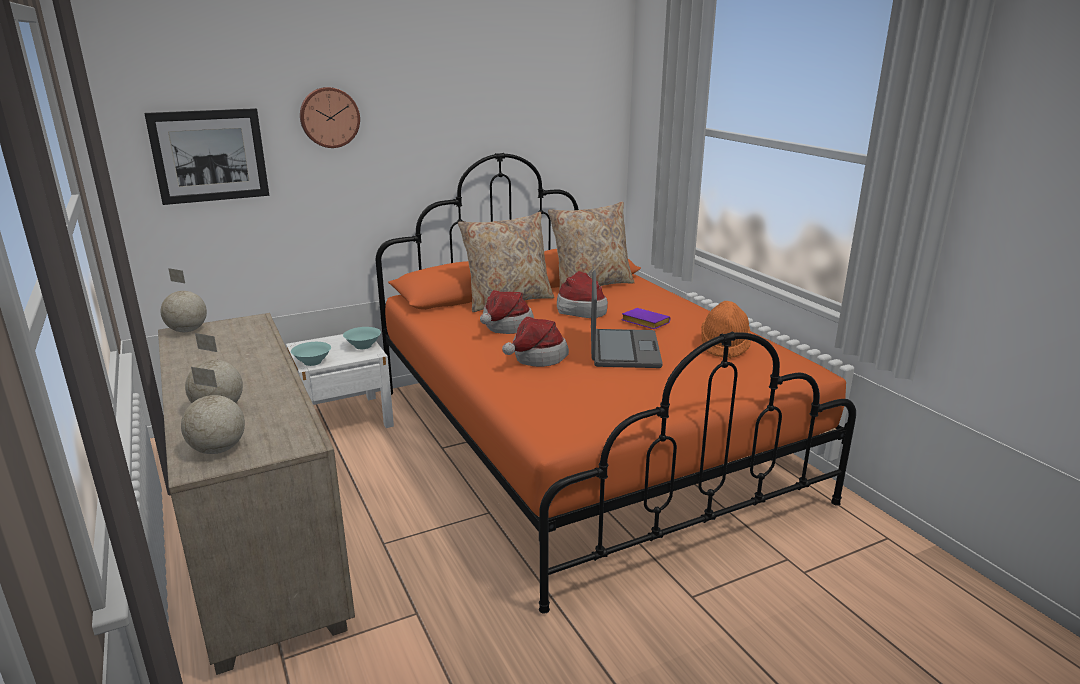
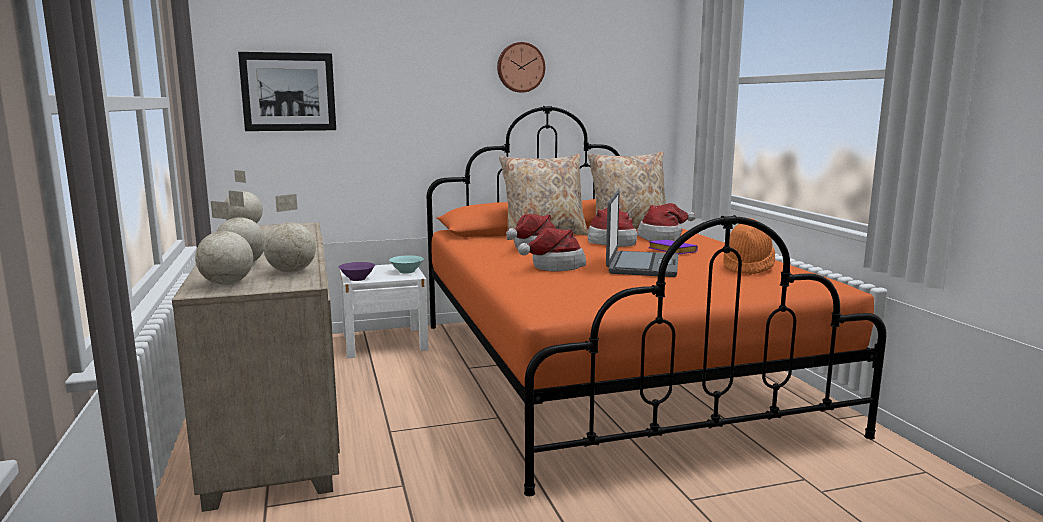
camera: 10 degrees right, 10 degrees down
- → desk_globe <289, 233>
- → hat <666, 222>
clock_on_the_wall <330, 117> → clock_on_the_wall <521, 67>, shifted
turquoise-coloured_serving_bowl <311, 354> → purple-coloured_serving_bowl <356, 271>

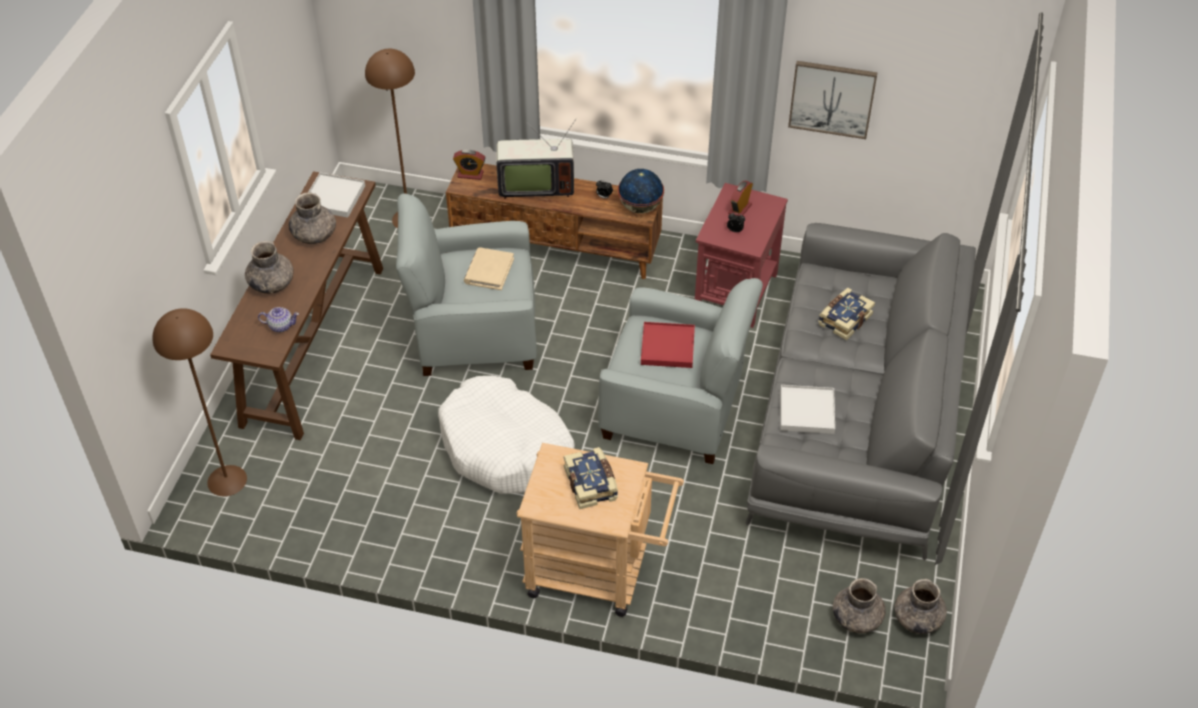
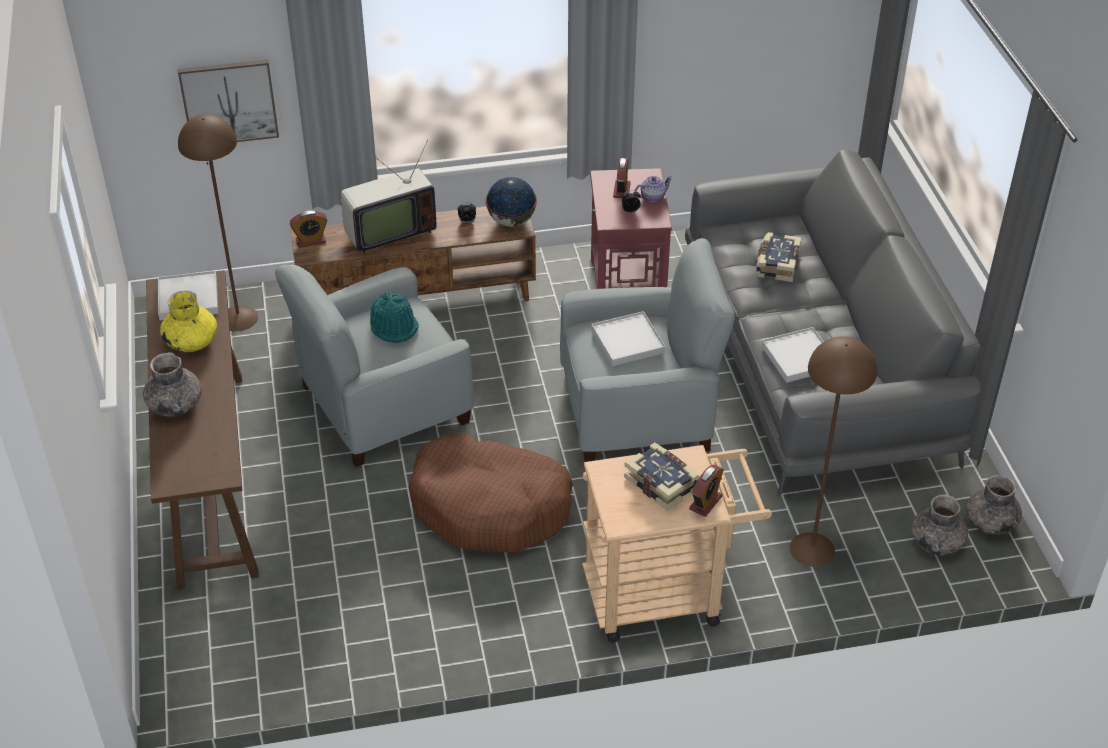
camera: 25 degrees left, 5 degrees down
- → alarm_clock <706, 491>
brownish_standing_lamp <199, 402> → brownish_standing_lamp <833, 452>, shifted
teapot <278, 319> → teapot <653, 189>, shifted
wall_art <833, 100> → wall_art <228, 101>, shifted
beige_volume <489, 268> → turquoise-coloured_hat <394, 317>
grey_vase <312, 218> → yellow-coloured_vase <188, 321>
white_pet_bed <506, 435> → brownish_pet_bed <491, 493>
reddish_tray <668, 345> → white_tray <628, 338>

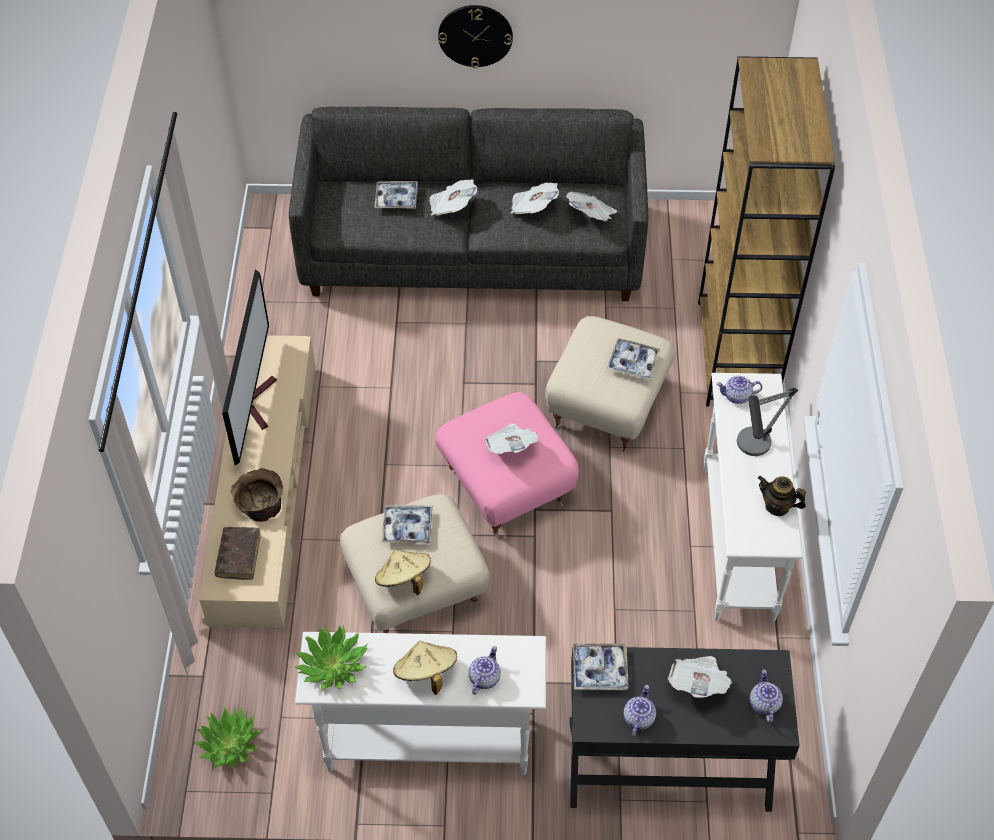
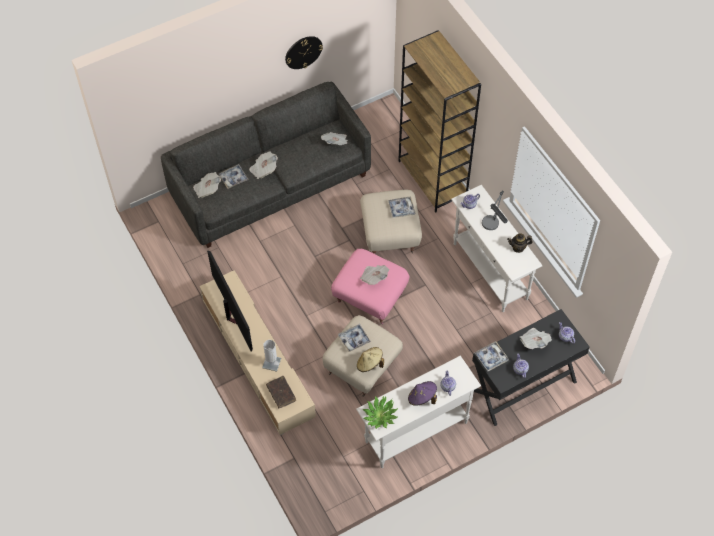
camera: 30 degrees left, 5 degrees up
potted_plant <227, 738> → -
clock_on_the_wall <475, 36> → clock_on_the_wall <304, 52>, shifted
daily_paper <535, 198> → daily_paper <207, 185>, shifted
brownish_serving_bowl <257, 495> → white_table_lamp <271, 356>
beige_hat <425, 668> → purple-coloured_hat <422, 393>

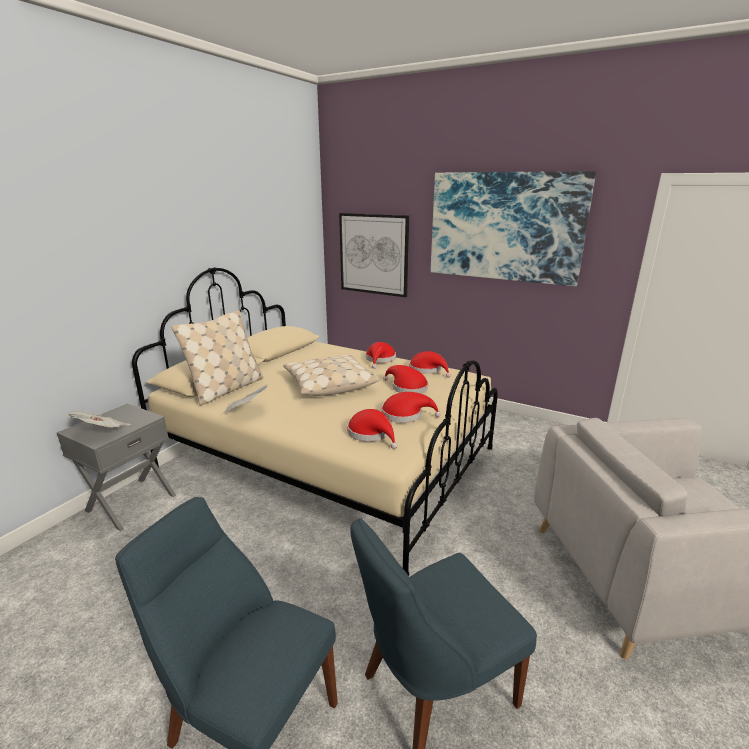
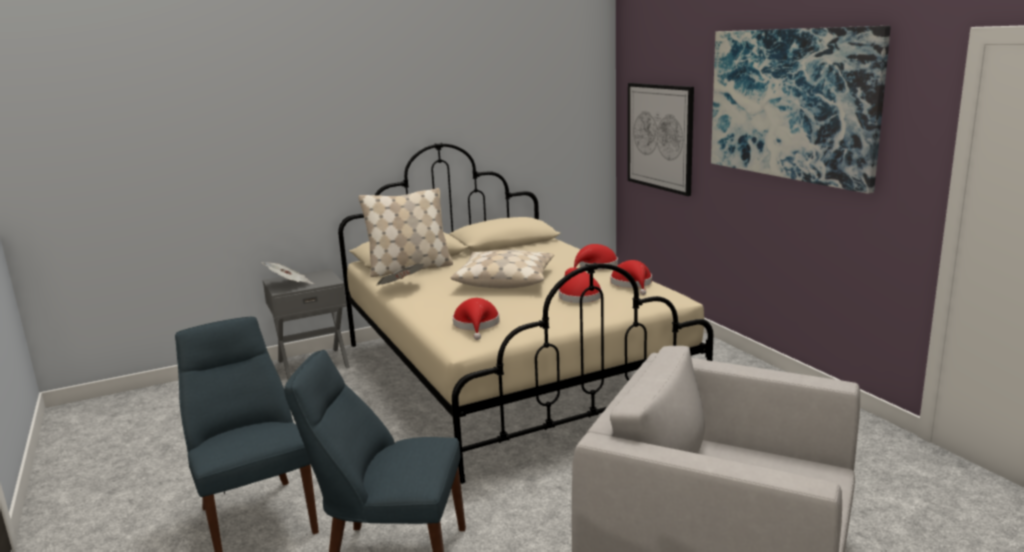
camera: 35 degrees right, 5 degrees down
reddish_hat <411, 407> → -

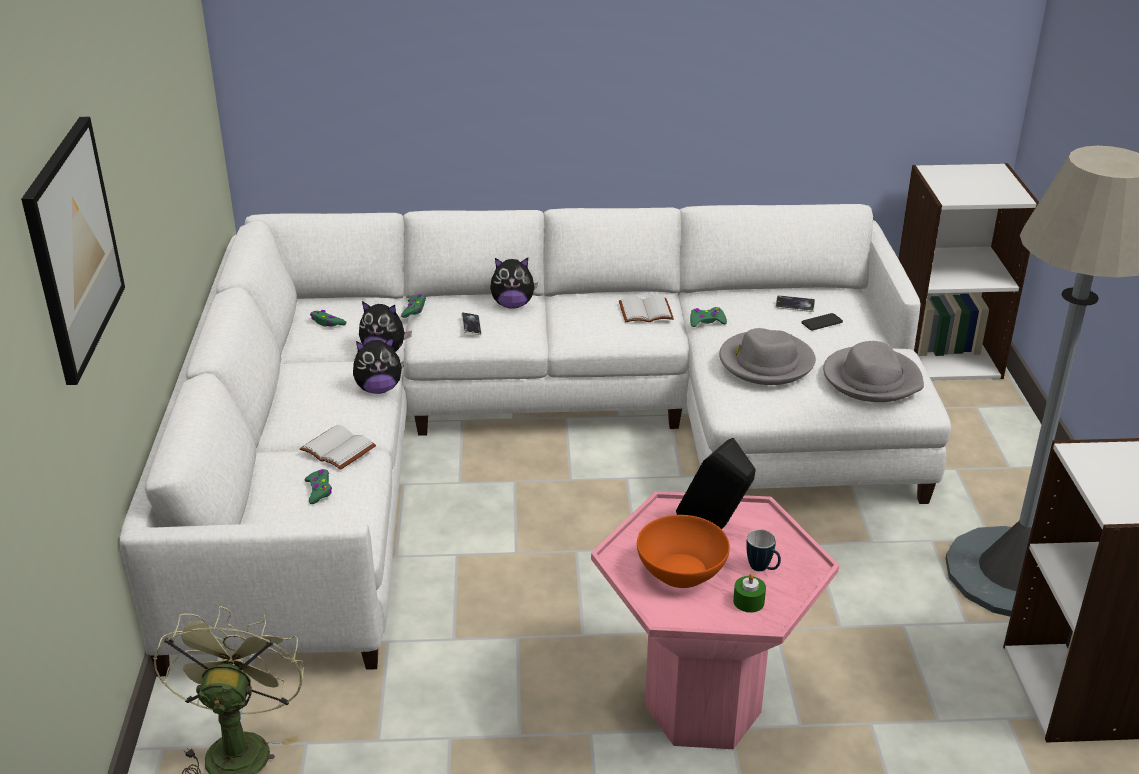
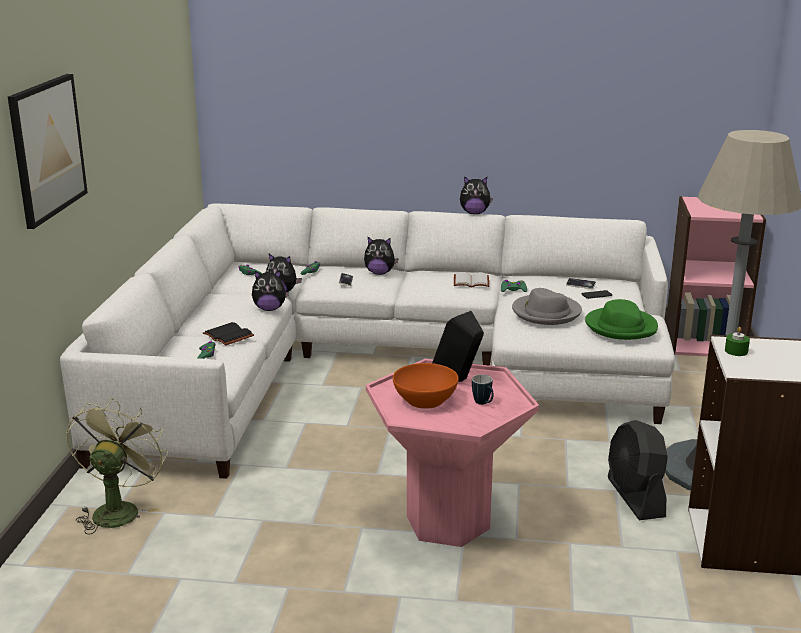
camera: 10 degrees right, 10 degrees down
- → plush_toy <476, 195>
- → black-coloured_cooling_fan <638, 470>
greenish_wax_light <749, 593> → greenish_wax_light <737, 341>, shifted
white_volume <337, 447> → black-coloured_volume <228, 334>
grey_hat <873, 371> → greenish_hat <621, 319>
white_bookshelf <968, 271> → pinkish_bookshelf <716, 276>

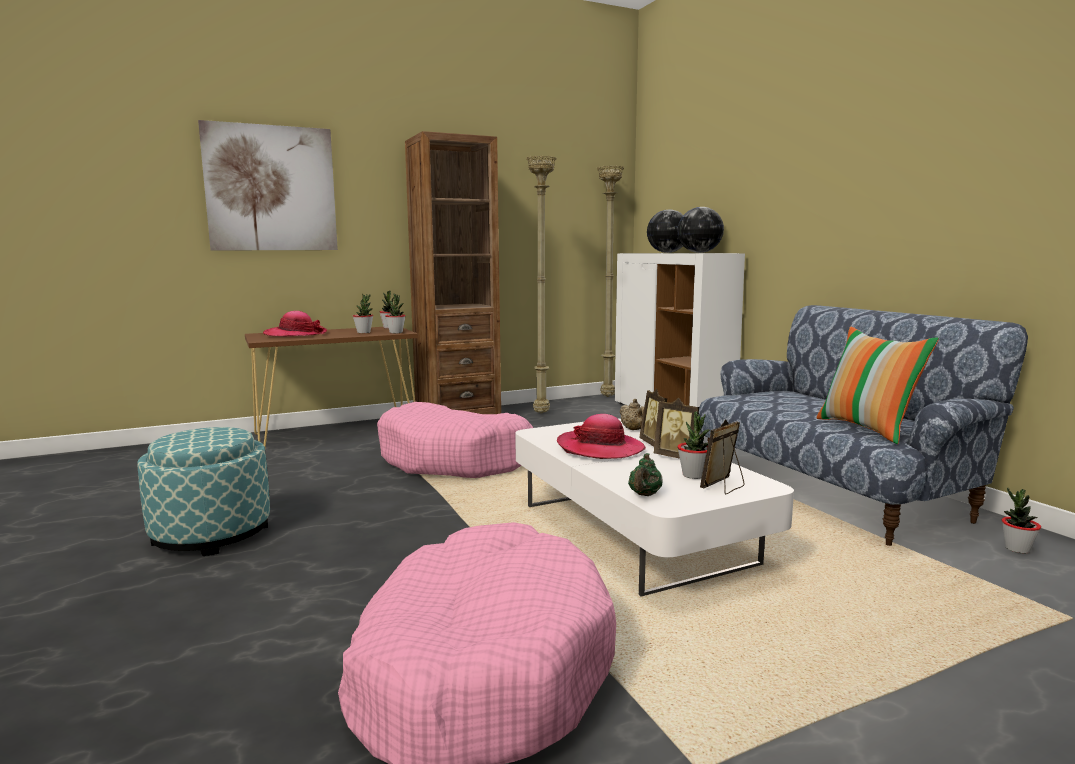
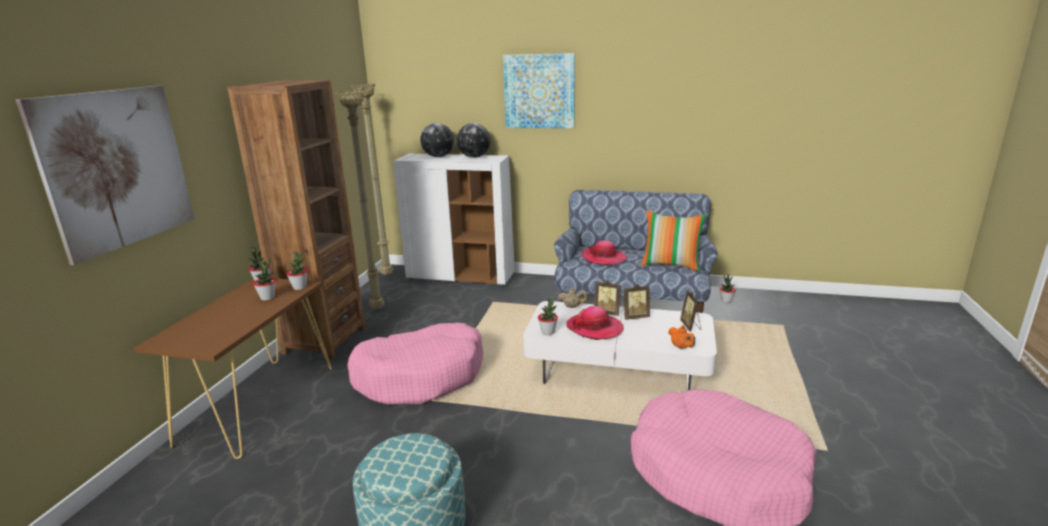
camera: 50 degrees left, 10 degrees up
- → wall_art <539, 90>
hat <295, 323> → hat <604, 252>, shifted
potted_plant <693, 445> → potted_plant <548, 316>, shifted
greenish_teapot <645, 474> → orangey_teapot <681, 337>

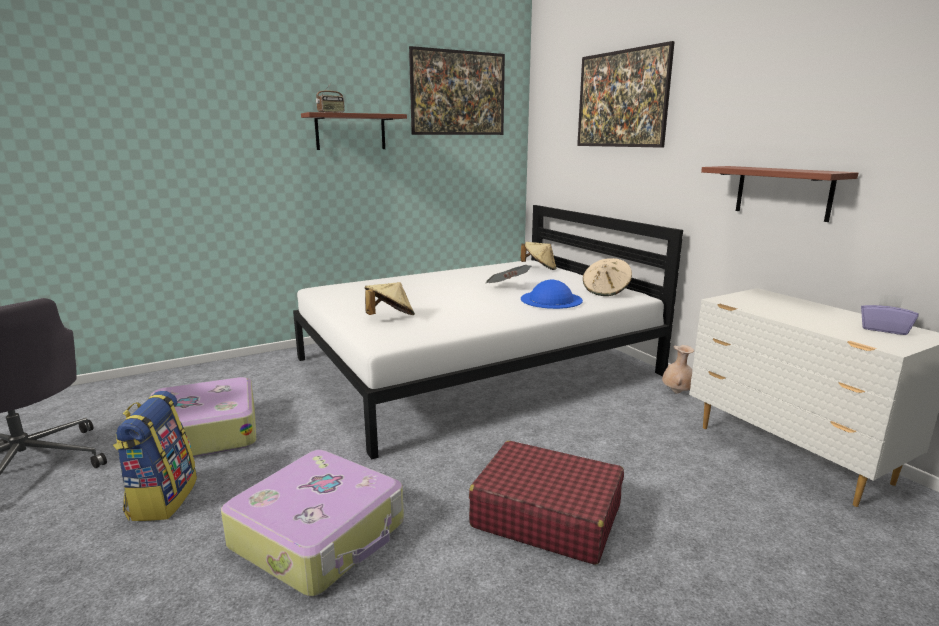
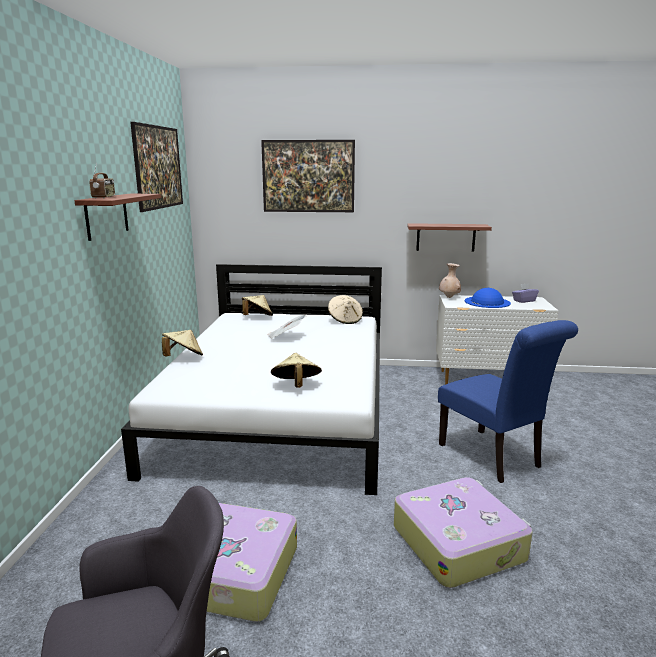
camera: 55 degrees left, 0 degrees up
rucksack <155, 456> → -
- → beige_hat <182, 343>
blue-coloured_hat <552, 294> → blue-coloured_hat <488, 298>, shifted
beige_vase <678, 369> → beige_vase <450, 280>, shifted
reddish_suitcase <546, 503> → blue-coloured_plain_chair <508, 401>

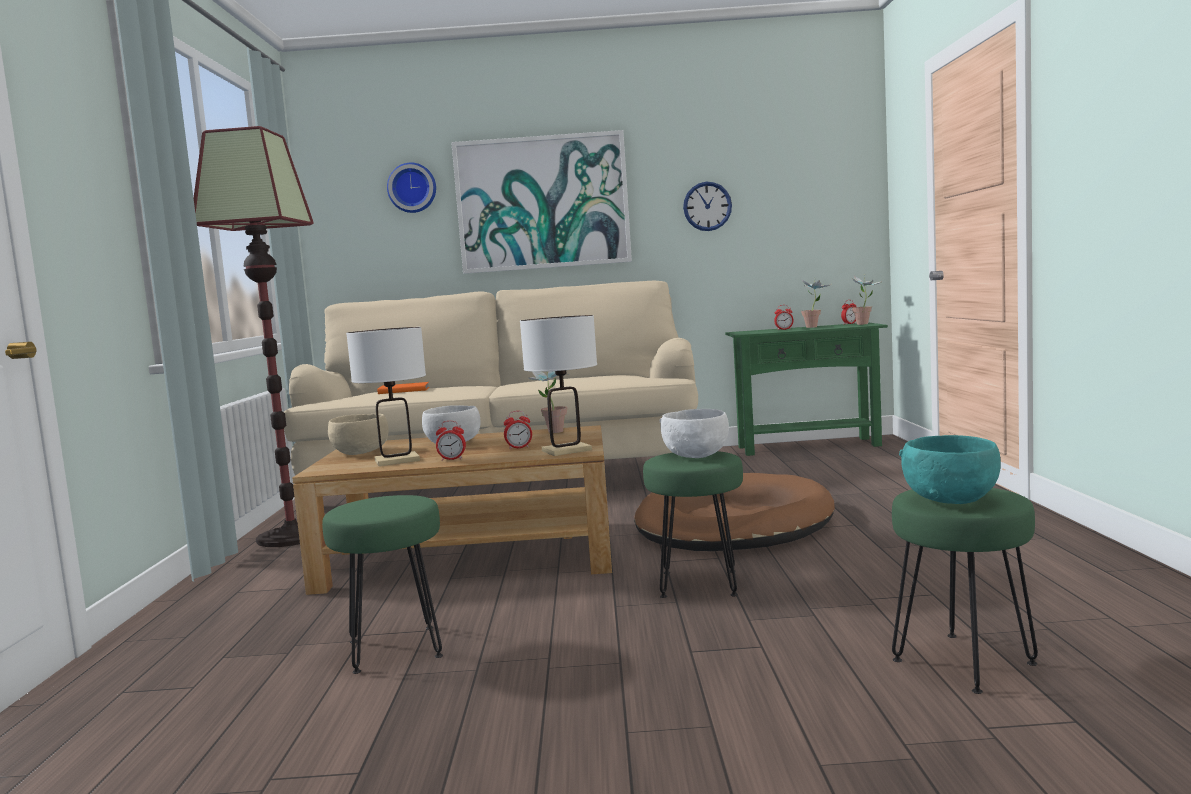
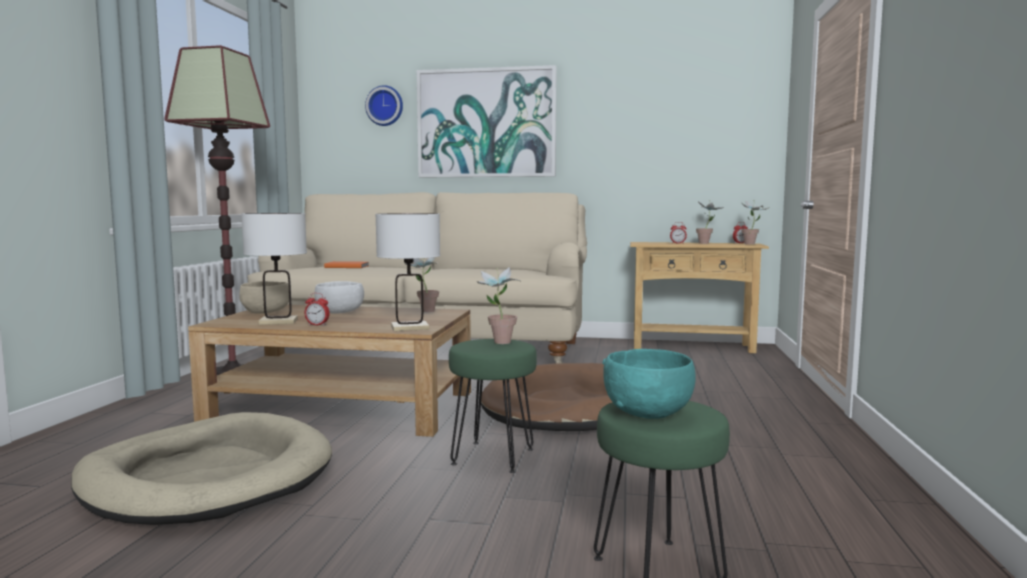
camera: 10 degrees right, 0 degrees up
alarm_clock <518, 430> → -
clock_on_the_wall <707, 206> → -
greenish_sitting_stool <382, 584> → beige_pet_bed <201, 468>
white_serving_bowl <694, 433> → potted_plant <499, 305>
greenish_hall_table <806, 389> → beige_hall_table <699, 297>

